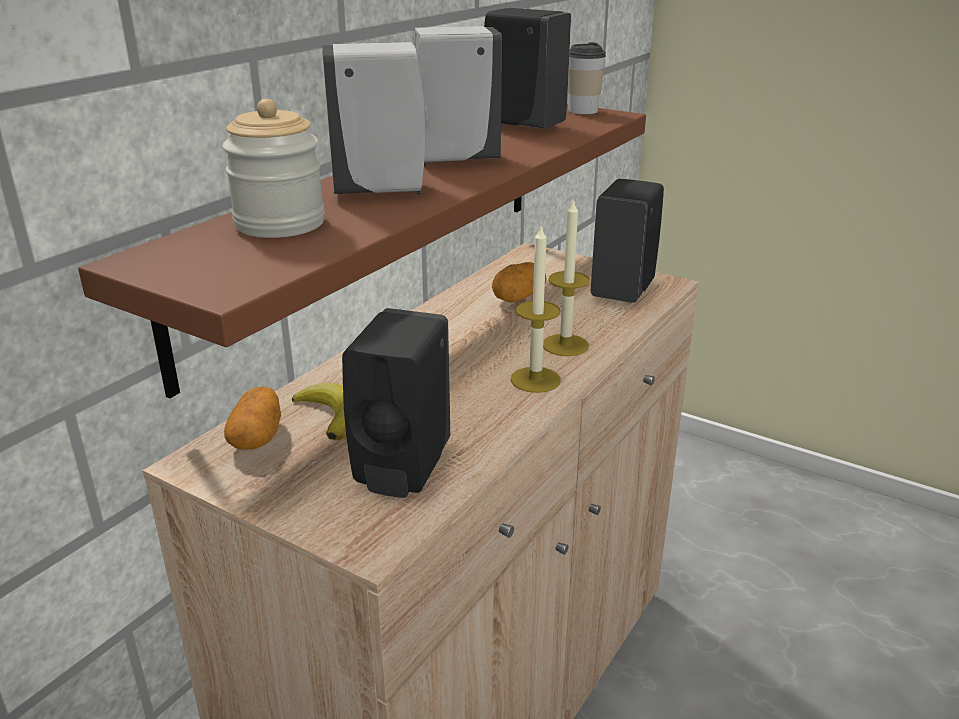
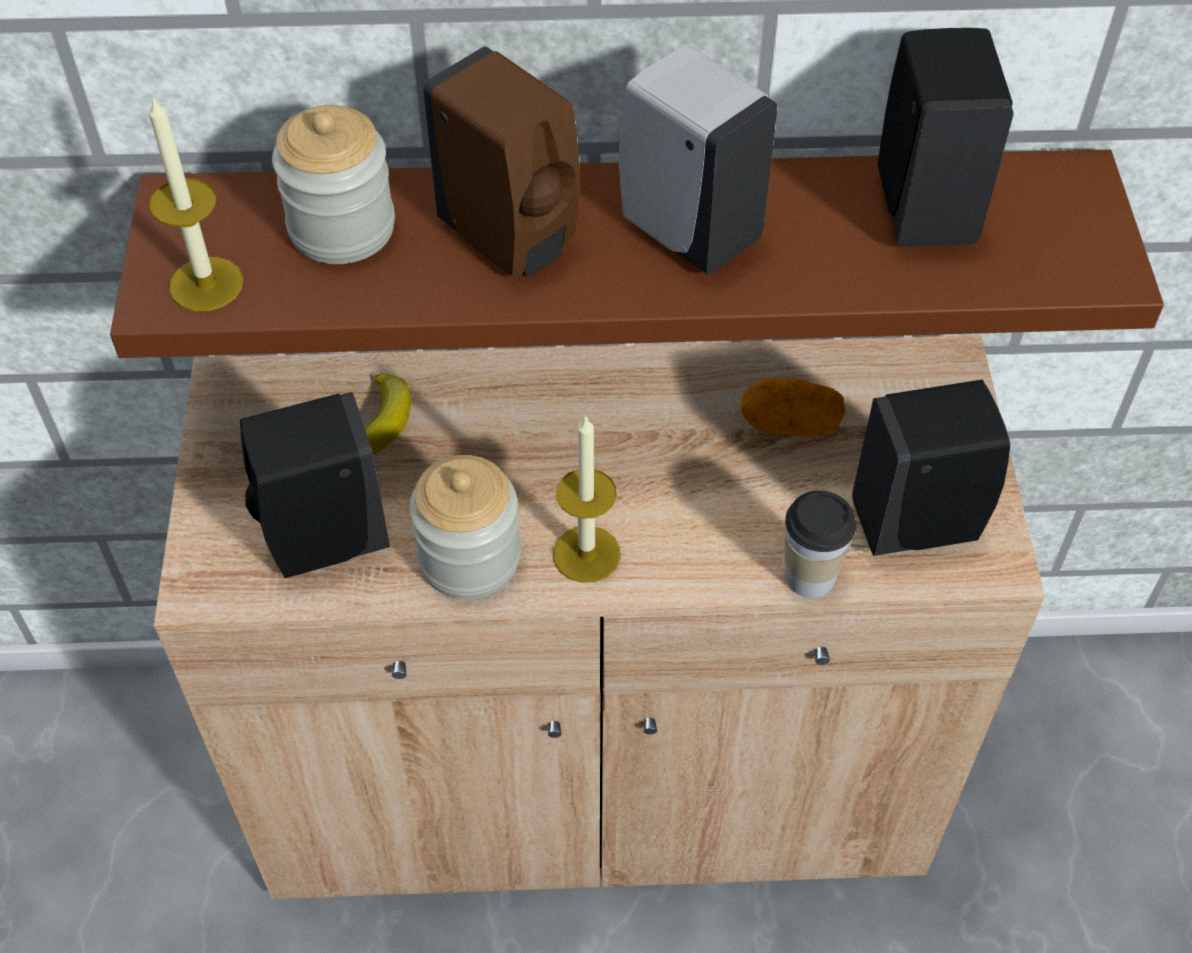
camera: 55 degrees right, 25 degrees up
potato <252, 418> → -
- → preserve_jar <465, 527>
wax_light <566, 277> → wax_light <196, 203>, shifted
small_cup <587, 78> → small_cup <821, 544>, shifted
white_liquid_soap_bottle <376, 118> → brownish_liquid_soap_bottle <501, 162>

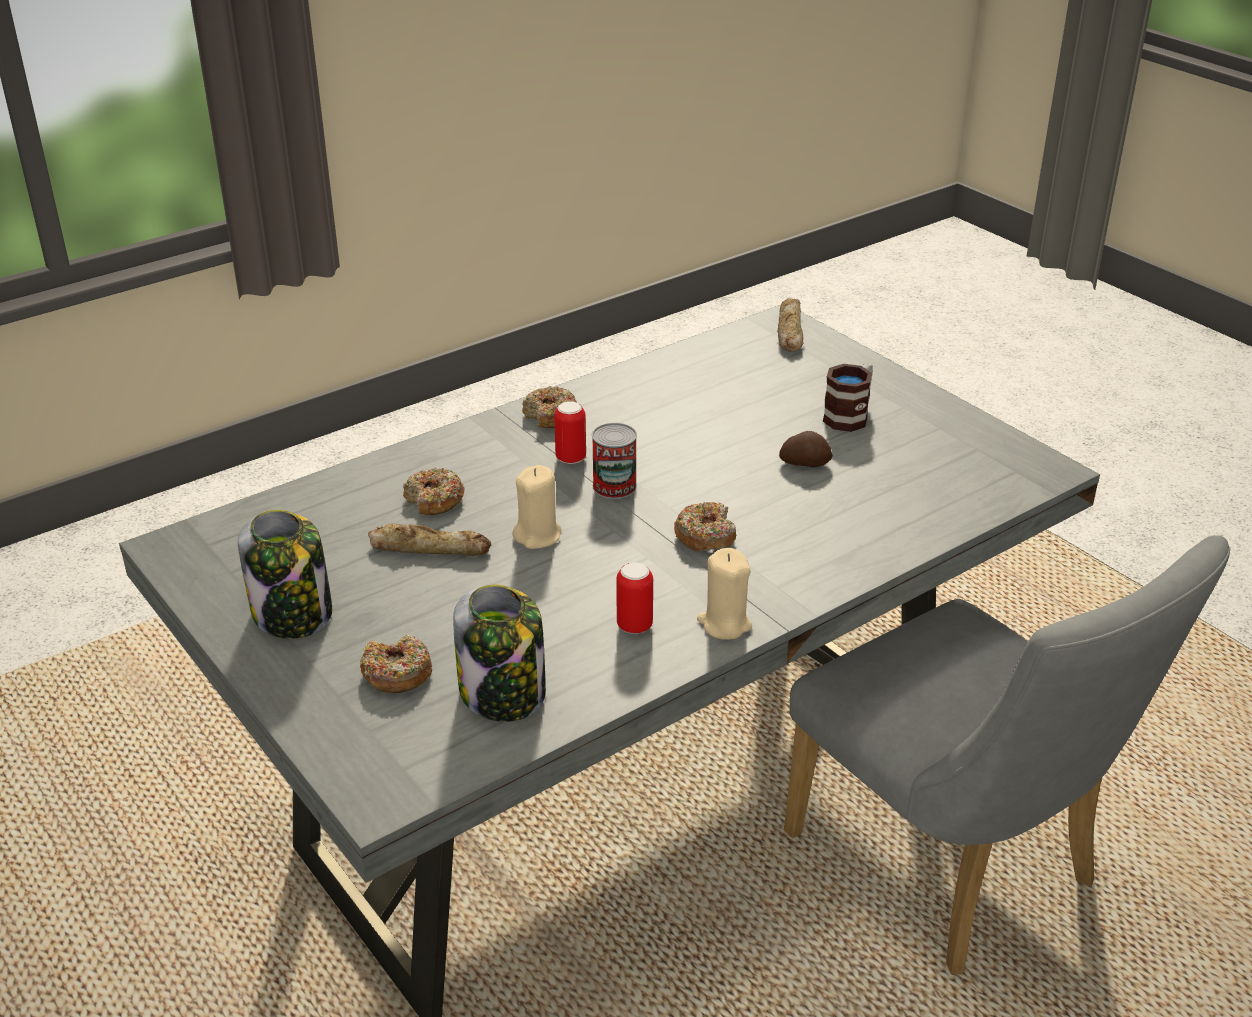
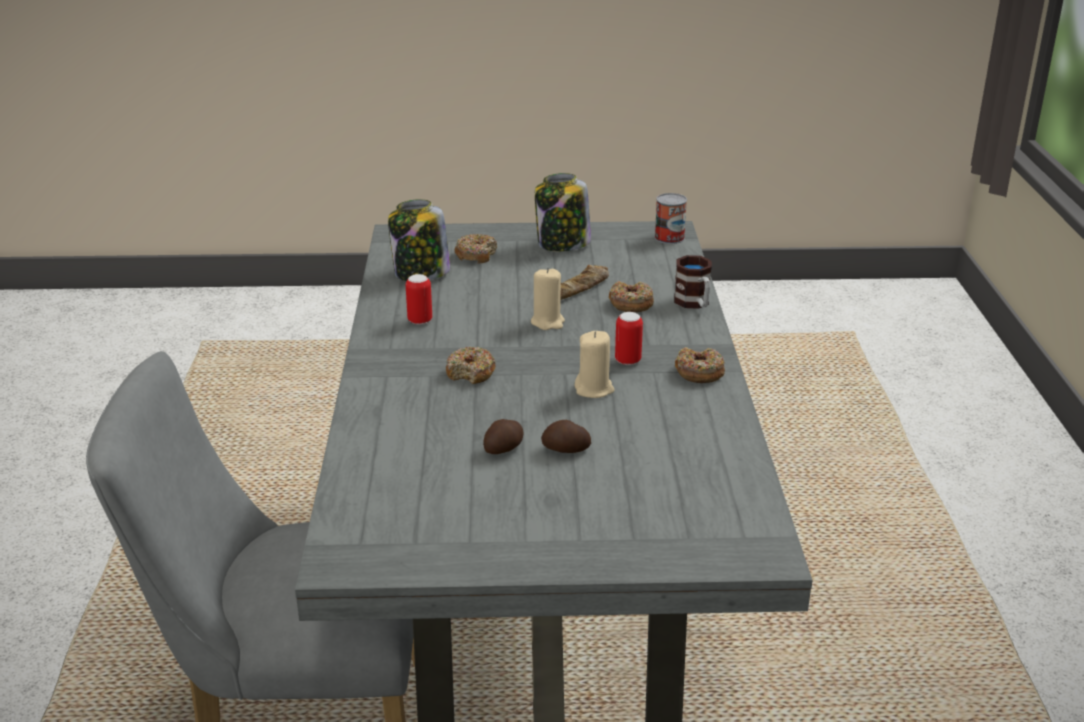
camera: 125 degrees right, 5 degrees down
bakery_bread <790, 325> → -
- → potato <566, 436>
sealed_can <614, 461> → sealed_can <671, 218>, shifted
beige_wax_light <724, 594> → beige_wax_light <595, 364>, shifted
tea_mug <848, 398> → tea_mug <693, 282>, shifted

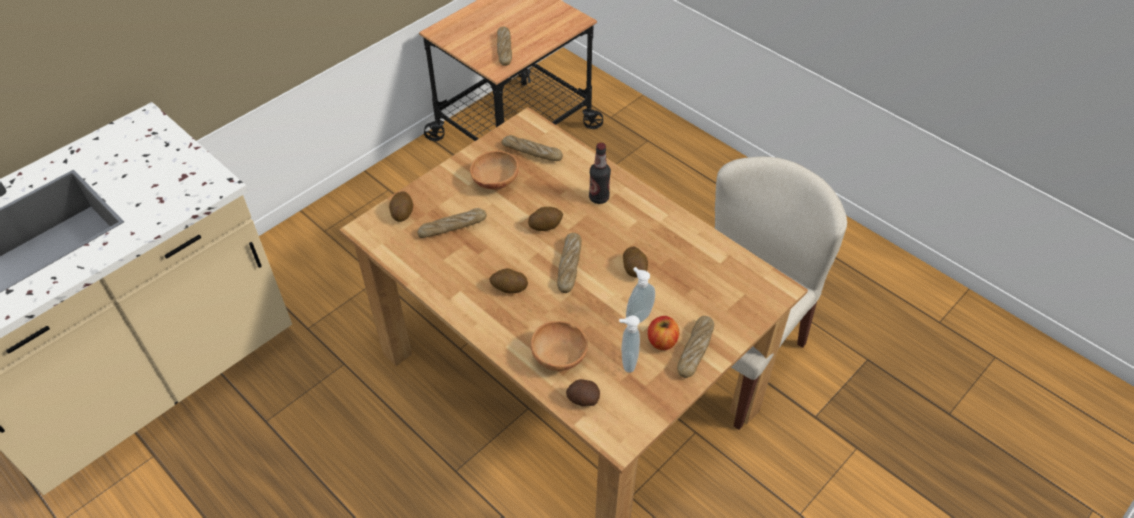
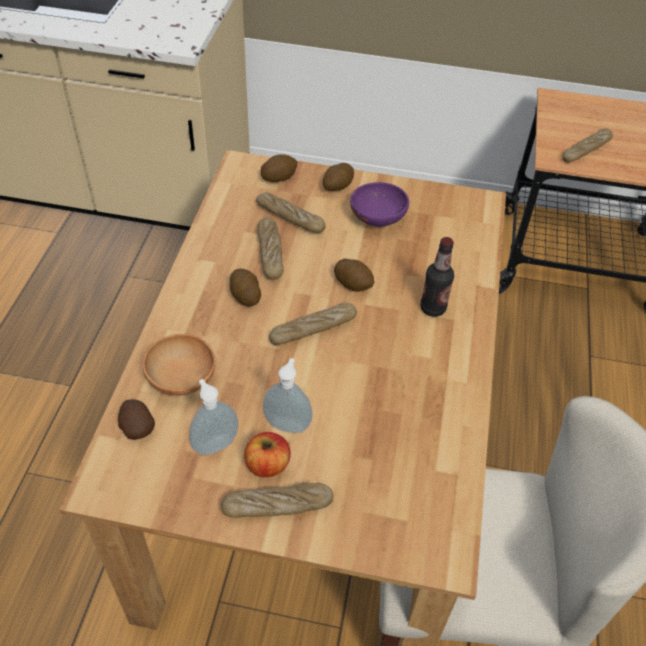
camera: 55 degrees right, 0 degrees up
bakery_bread <532, 148> → bakery_bread <270, 249>, shifted
potato <635, 262> → potato <338, 177>, shifted
brownish_serving_bowl <494, 170> → purple-coloured_serving_bowl <379, 204>

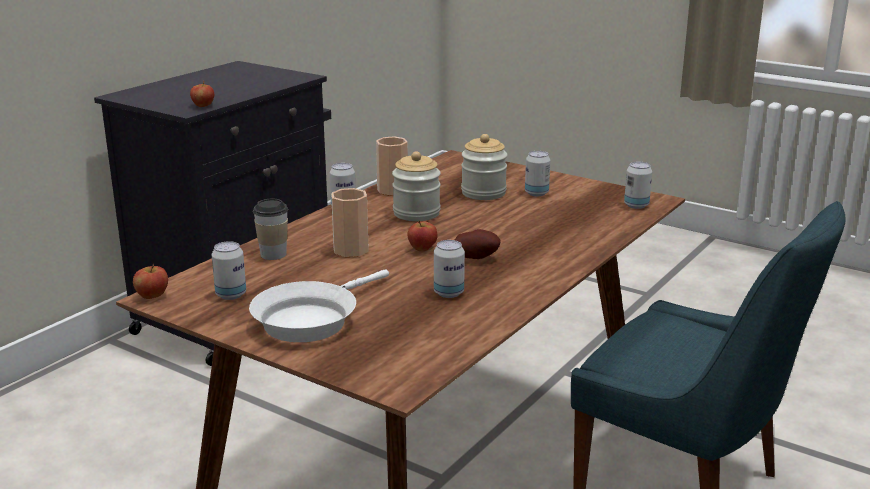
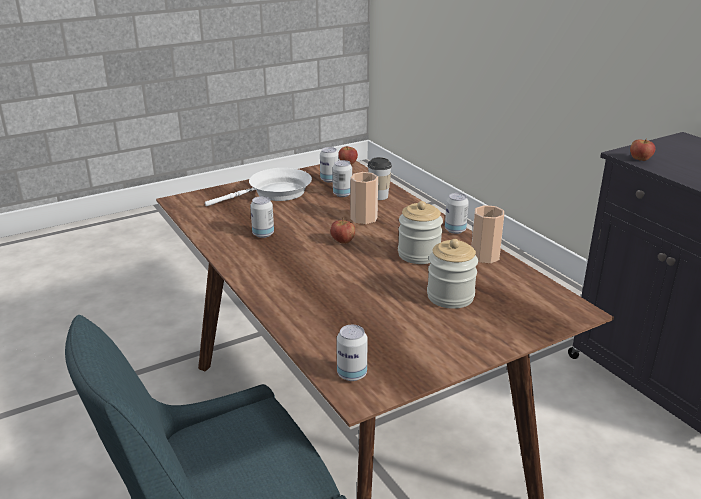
camera: 115 degrees right, 5 degrees up
potato <478, 244> → -
sealed_can <537, 173> → sealed_can <342, 178>, shifted
white_frying_pan <319, 305> → white_frying_pan <258, 187>, 90 degrees clockwise

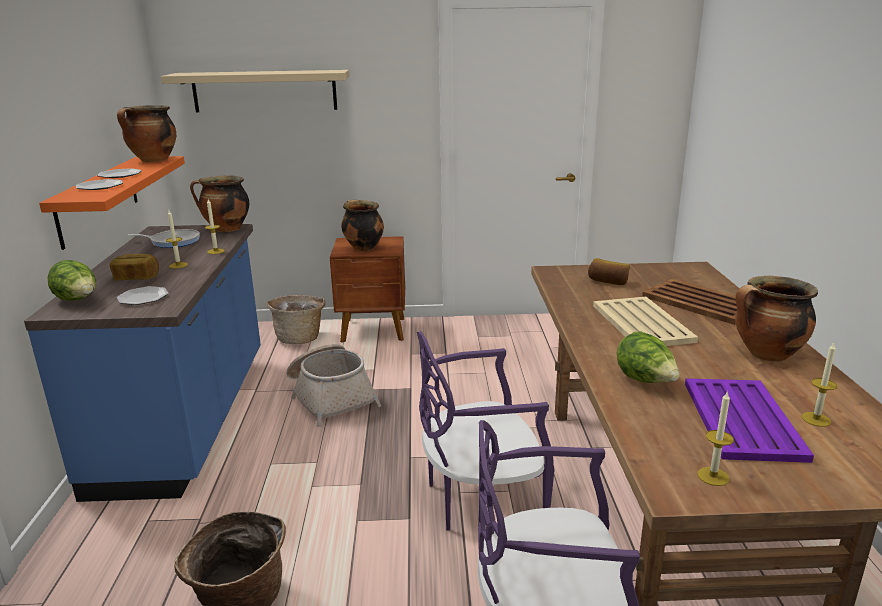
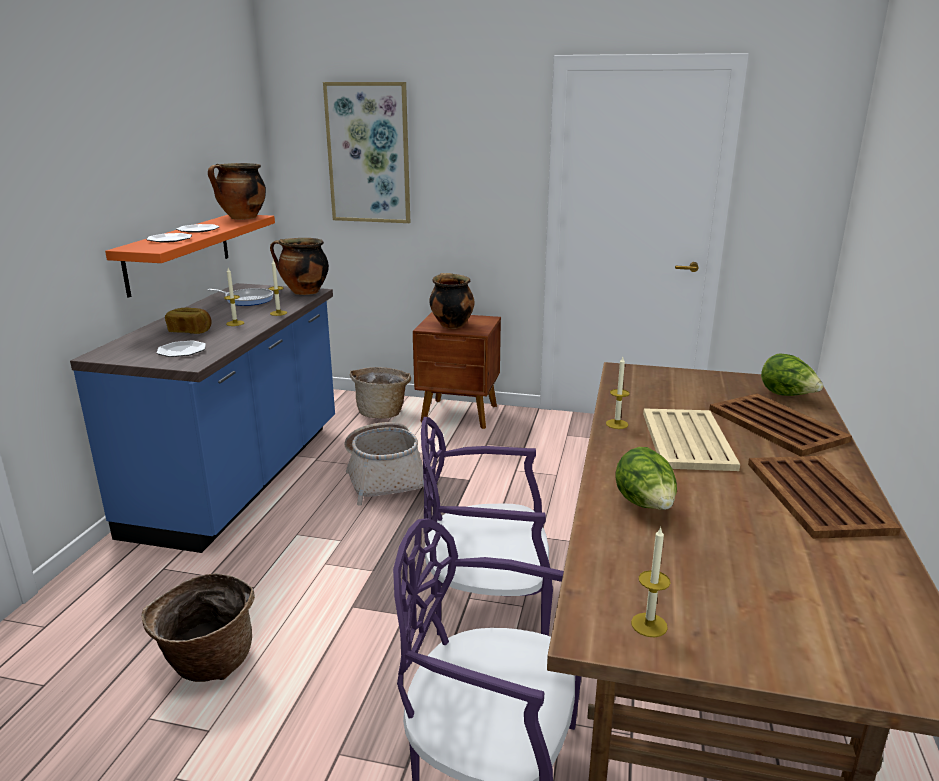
camera: 15 degrees right, 0 degrees up
bakery_bread <609, 271> → -
purple-coloured_tray <749, 420> → -
lettuce_head <72, 280> → lettuce_head <792, 375>, shifted
wax_light <820, 385> → wax_light <617, 393>, shifted
beige_bracket_shelf <255, 91> → wall_art <366, 152>
cooking_pot <776, 319> → brownish_tray <824, 497>

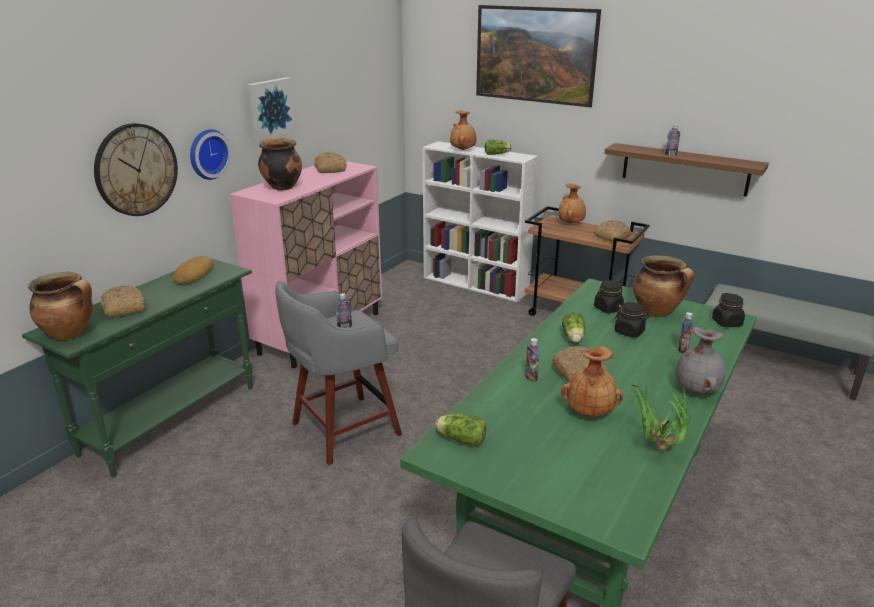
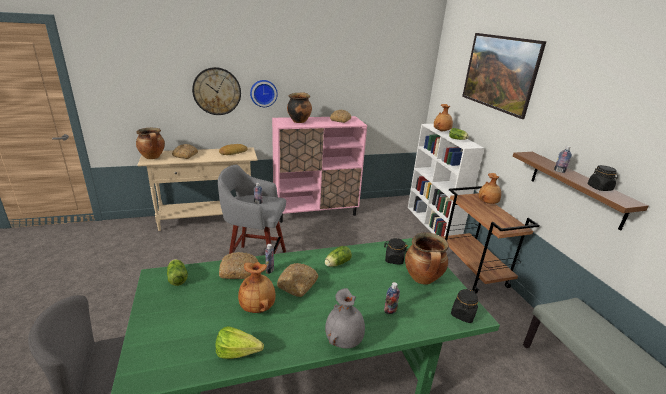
camera: 40 degrees right, 0 degrees up
wall_art <271, 109> → -
bakery_bread <612, 231> → bakery_bread <238, 265>, shifted
black-coloured_preserve_jar <632, 320> → black-coloured_preserve_jar <603, 178>, shifted
potted_plant <660, 415> → lettuce_head <239, 342>
greenish_hall_table <137, 367> → beige_hall_table <197, 189>

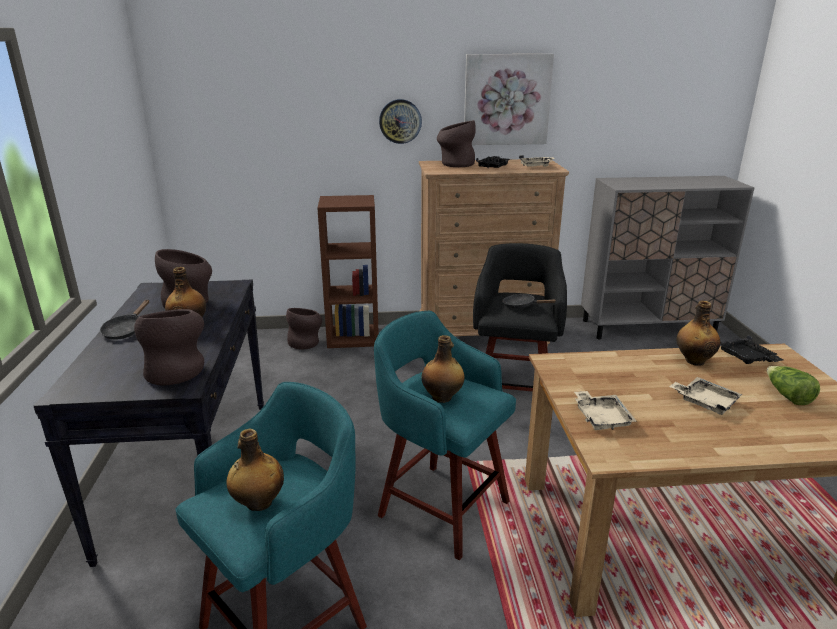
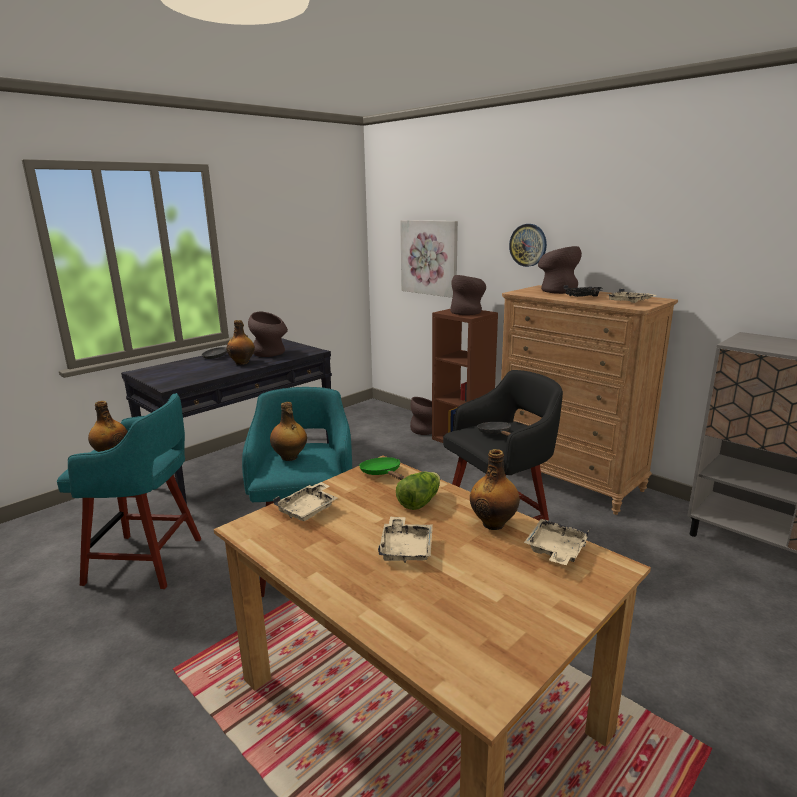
camera: 50 degrees right, 5 degrees down
- → greenish_frying_pan <381, 468>
brownish_vase <169, 347> → brownish_vase <468, 295>, shifted
wall_art <509, 99> → wall_art <429, 259>, shifted
lettuce_head <793, 385> → lettuce_head <418, 491>, shifted
black-coloured_tray <751, 349> → beige_tray <557, 542>

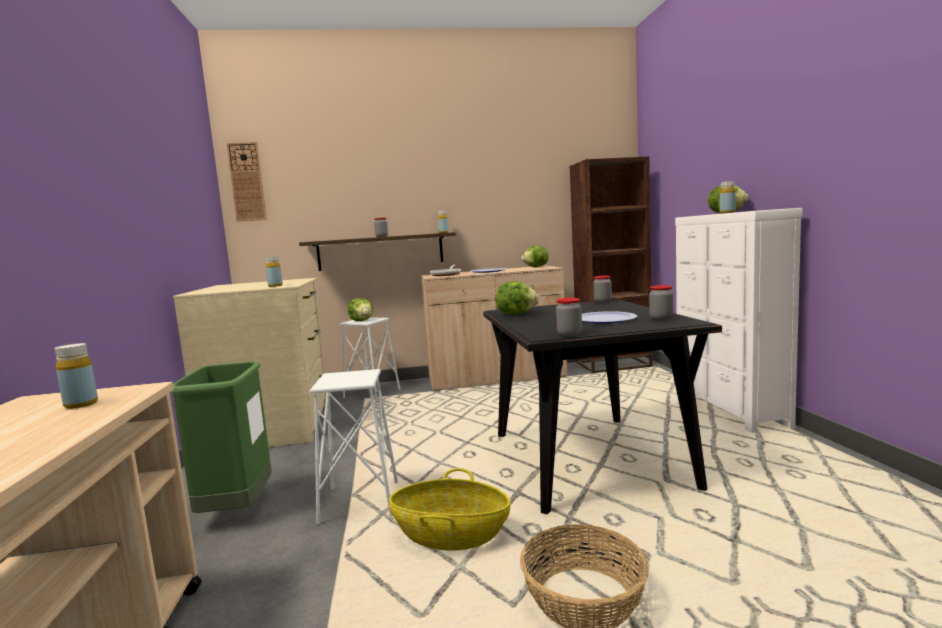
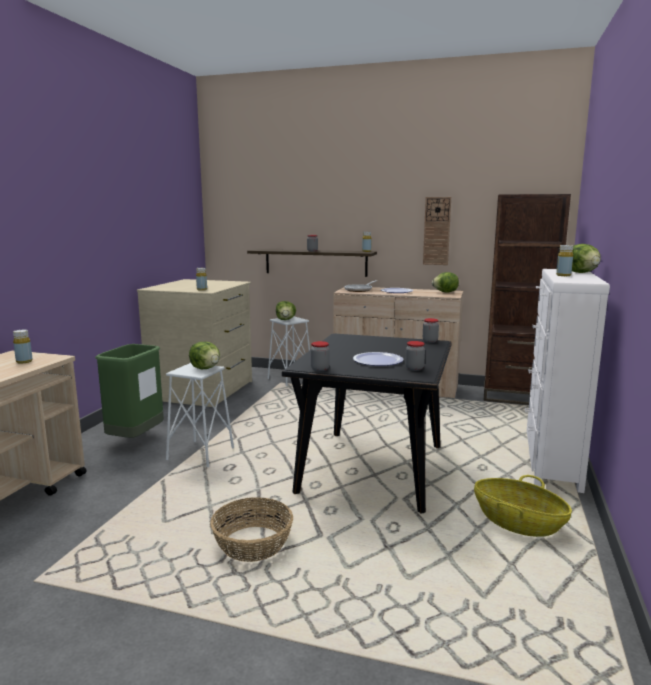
camera: 25 degrees right, 5 degrees up
clock_on_the_wall <246, 182> → clock_on_the_wall <437, 231>, shifted
basket <450, 509> → basket <523, 506>, shifted
lettuce_head <517, 298> → lettuce_head <204, 355>, shifted

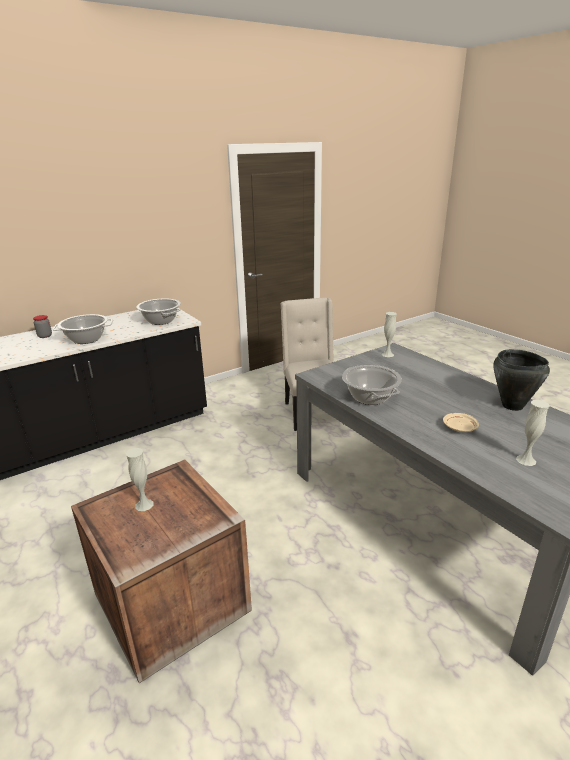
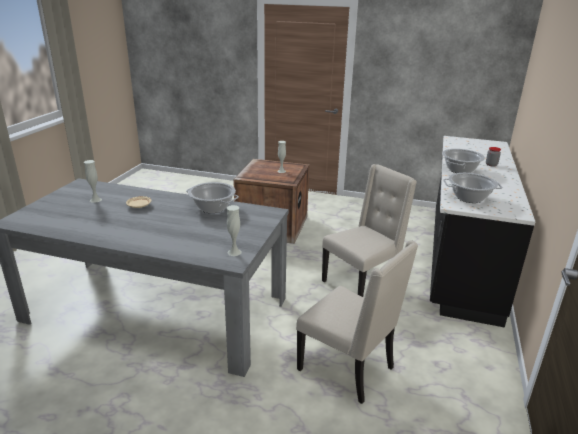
camera: 140 degrees right, 0 degrees up
black-coloured_cooking_pot <522, 380> → -
- → beige_plain_chair <369, 230>

